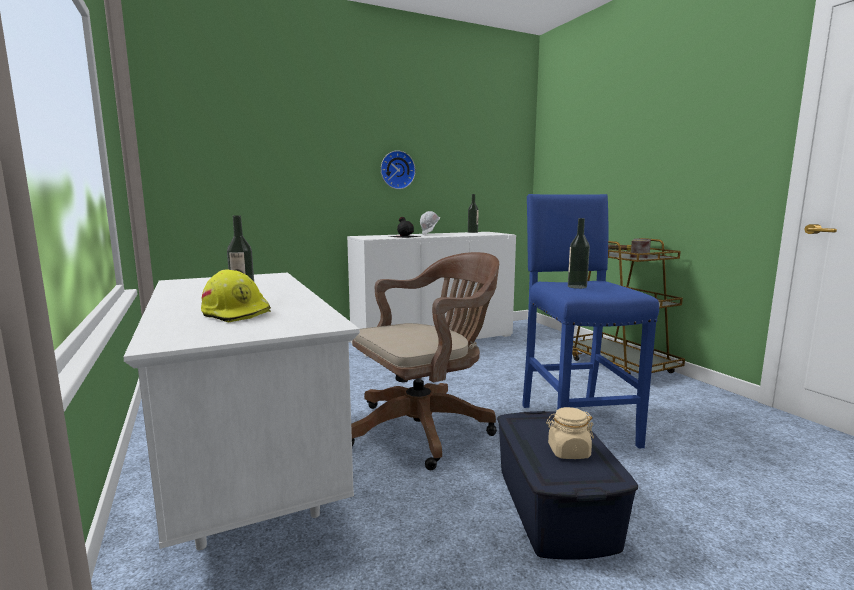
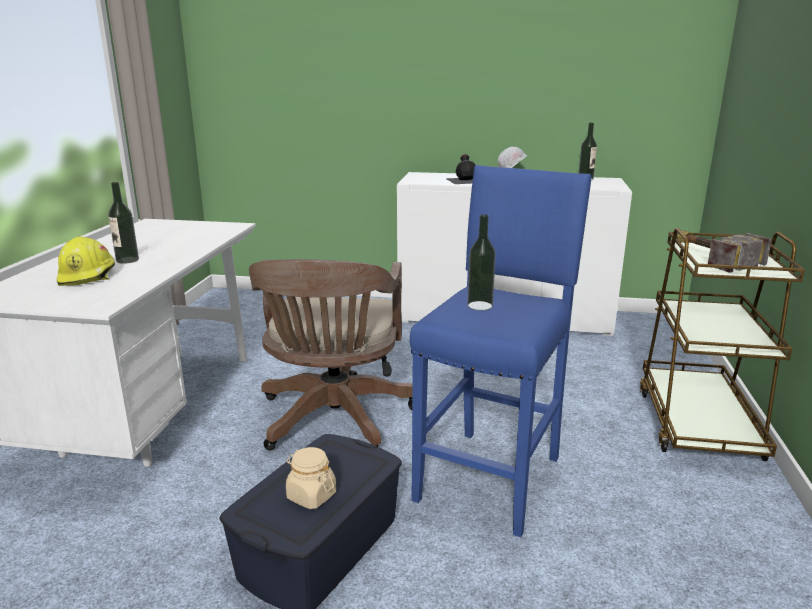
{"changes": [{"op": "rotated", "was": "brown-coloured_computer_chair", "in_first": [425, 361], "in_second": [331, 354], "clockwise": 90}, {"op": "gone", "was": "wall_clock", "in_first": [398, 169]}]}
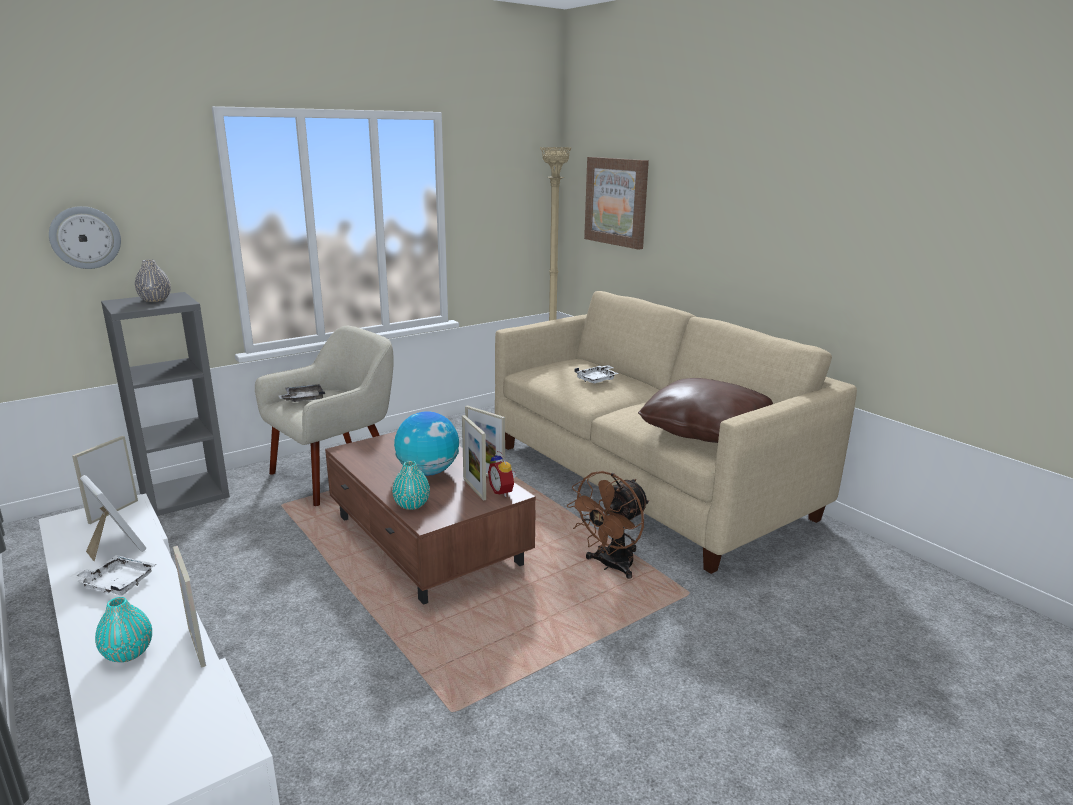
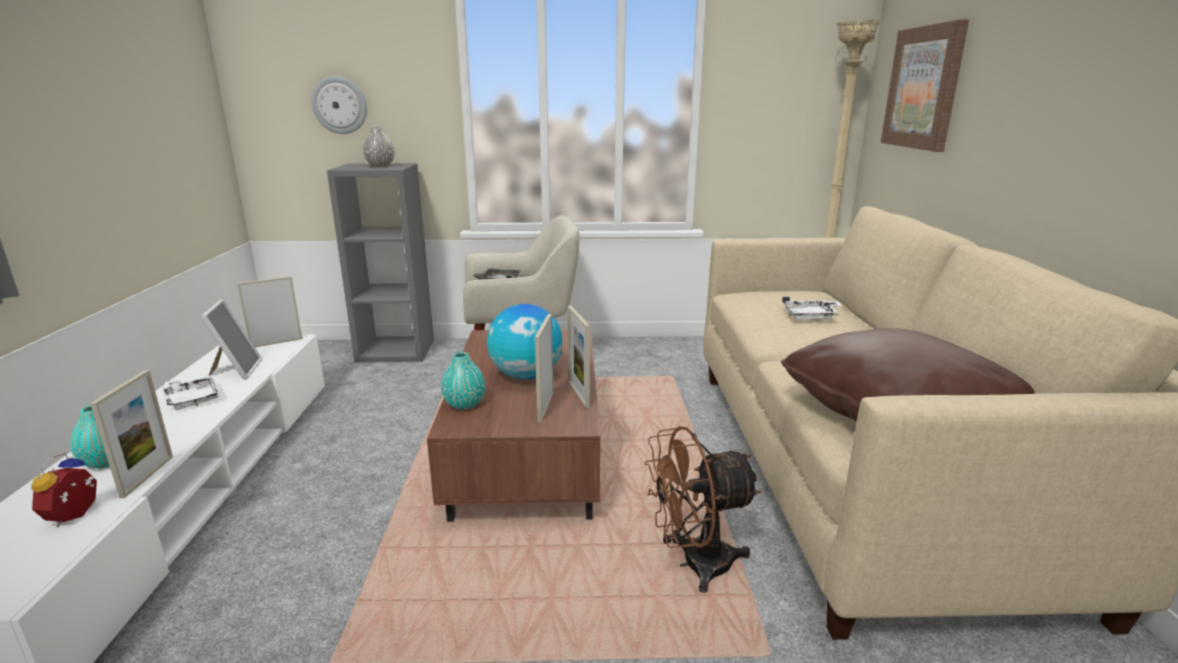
{"changes": [{"op": "shifted", "was": "bedside_clock", "in_first": [502, 474], "in_second": [64, 489]}]}
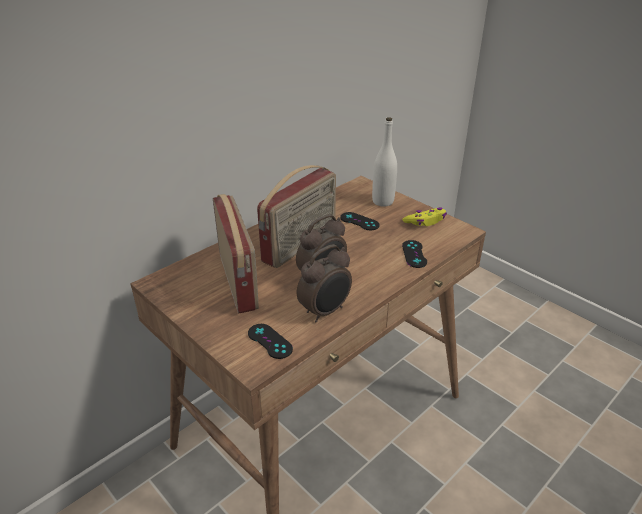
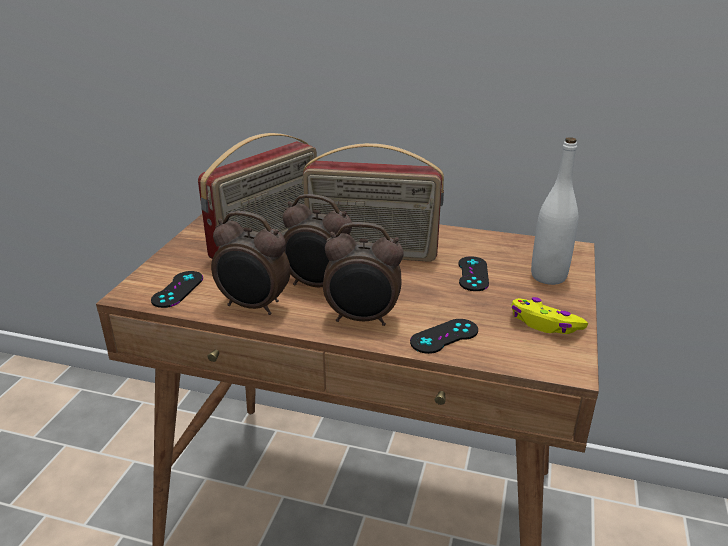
{"changes": [{"op": "new", "now": "bedside_clock", "in_second": [363, 274]}]}
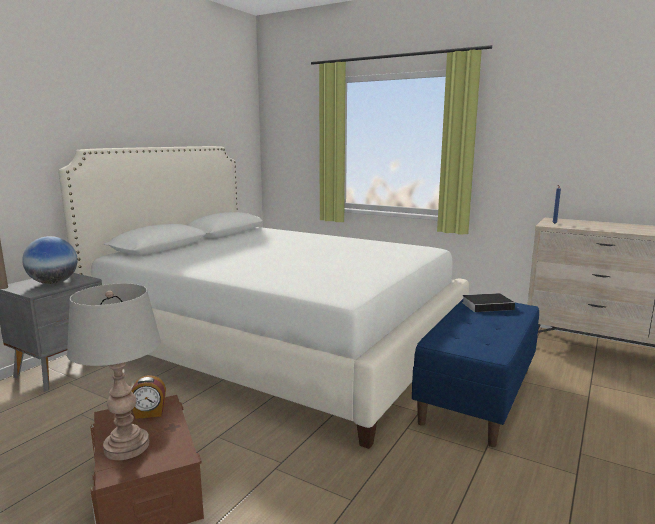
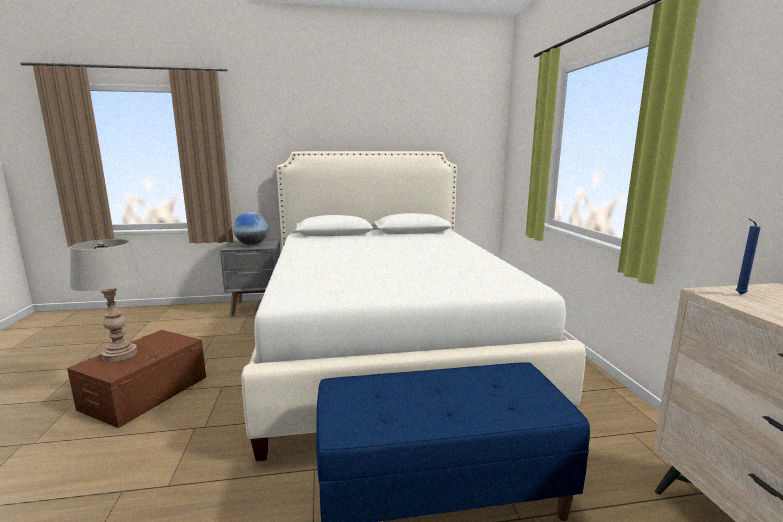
{"changes": [{"op": "gone", "was": "bedside_clock", "in_first": [148, 397]}, {"op": "gone", "was": "bound_book", "in_first": [488, 302]}]}
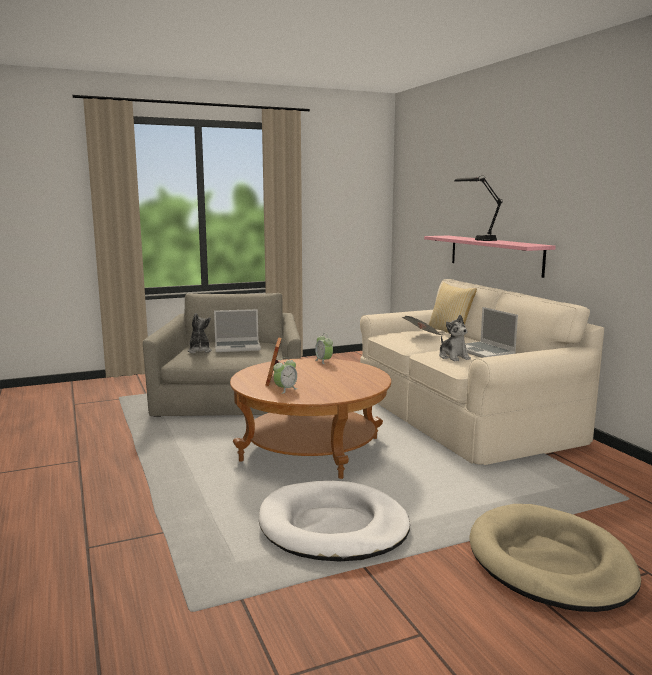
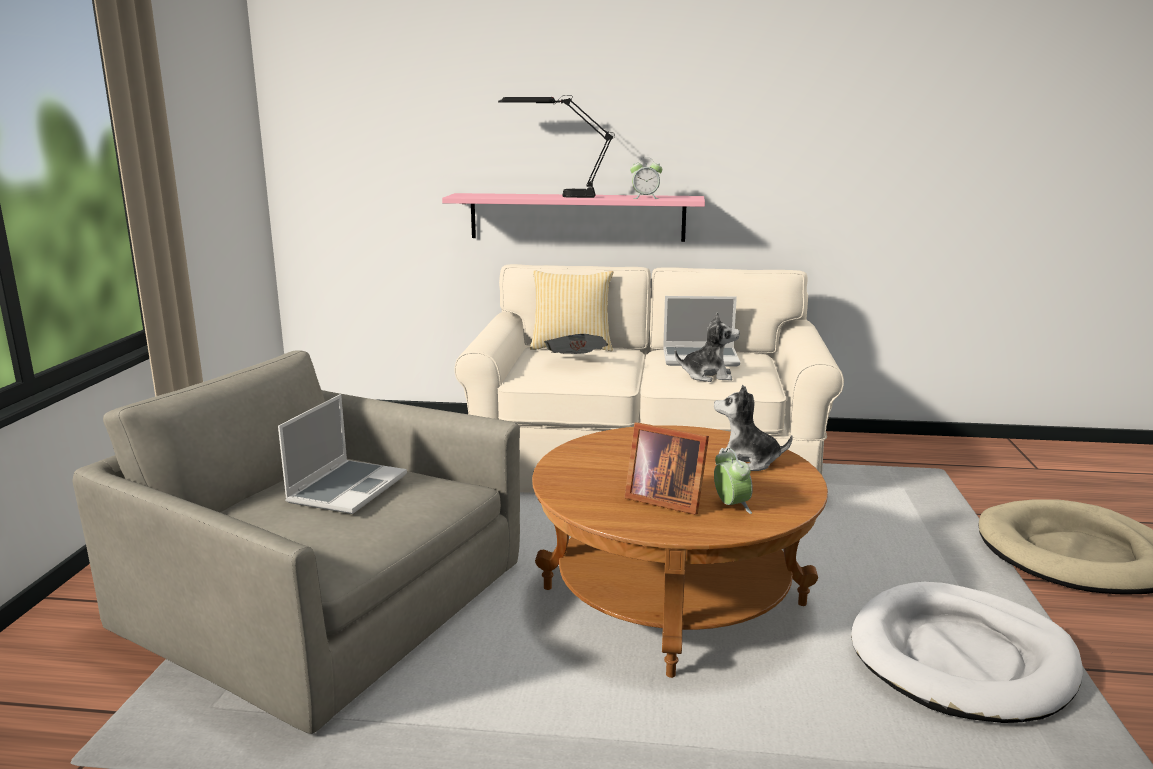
{"changes": [{"op": "shifted", "was": "bedside_clock", "in_first": [324, 348], "in_second": [646, 180]}, {"op": "shifted", "was": "plush_toy", "in_first": [200, 333], "in_second": [753, 428]}]}
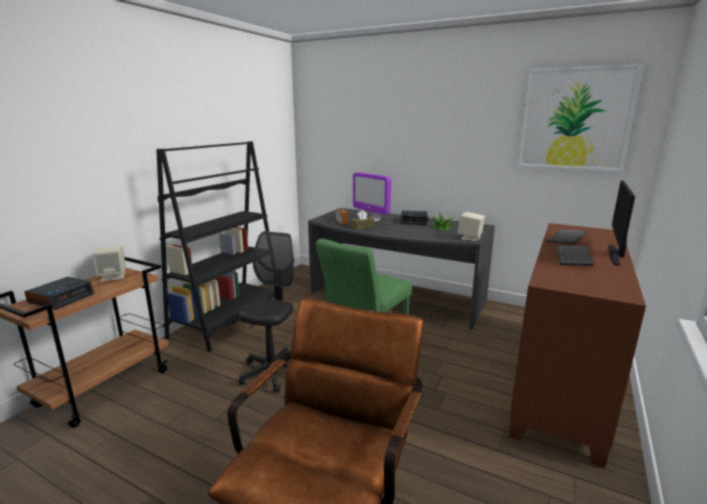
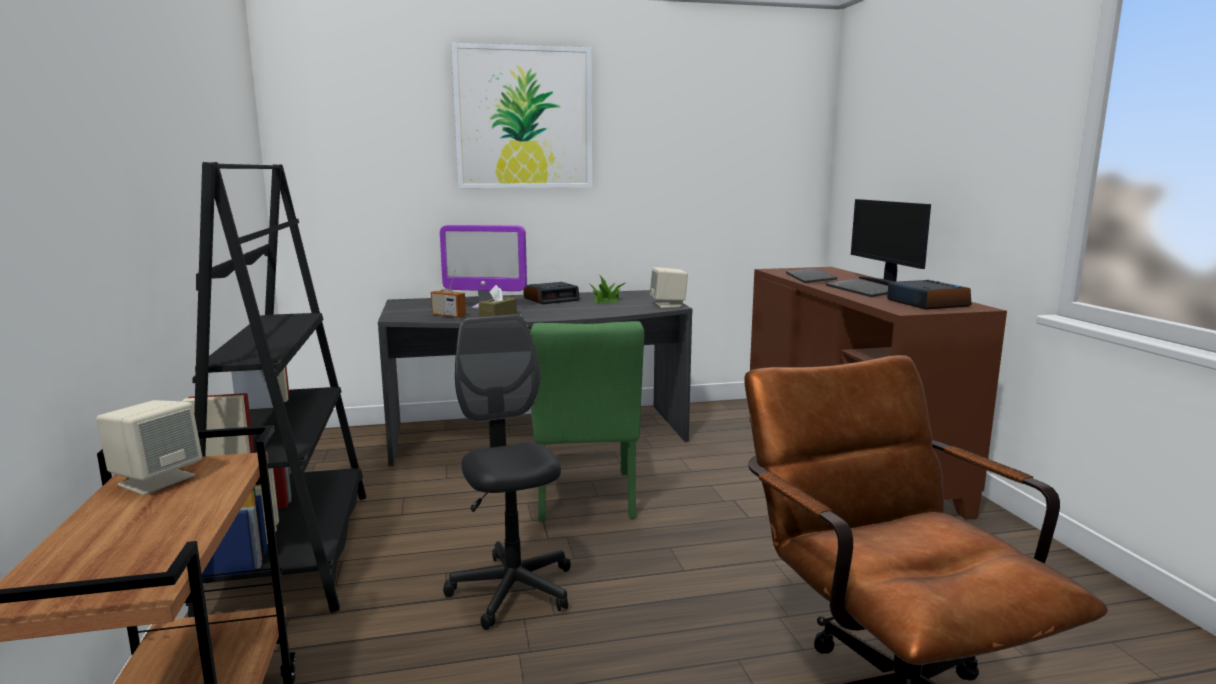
{"changes": [{"op": "shifted", "was": "picture", "in_first": [580, 118], "in_second": [521, 115]}, {"op": "shifted", "was": "bedside_clock", "in_first": [59, 293], "in_second": [929, 294]}]}
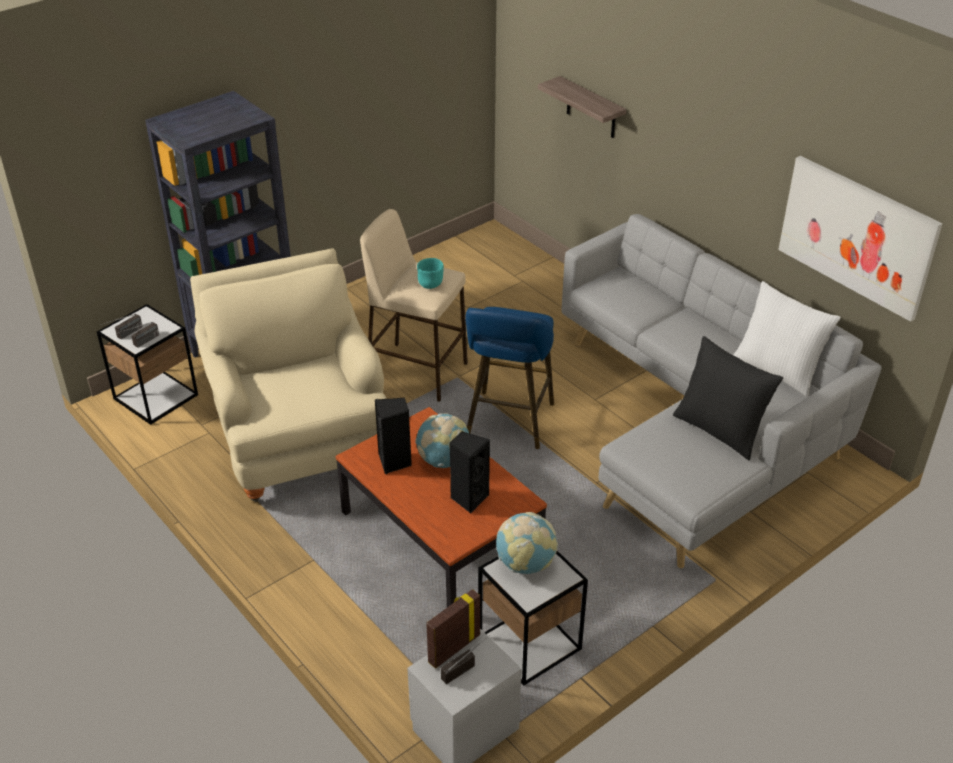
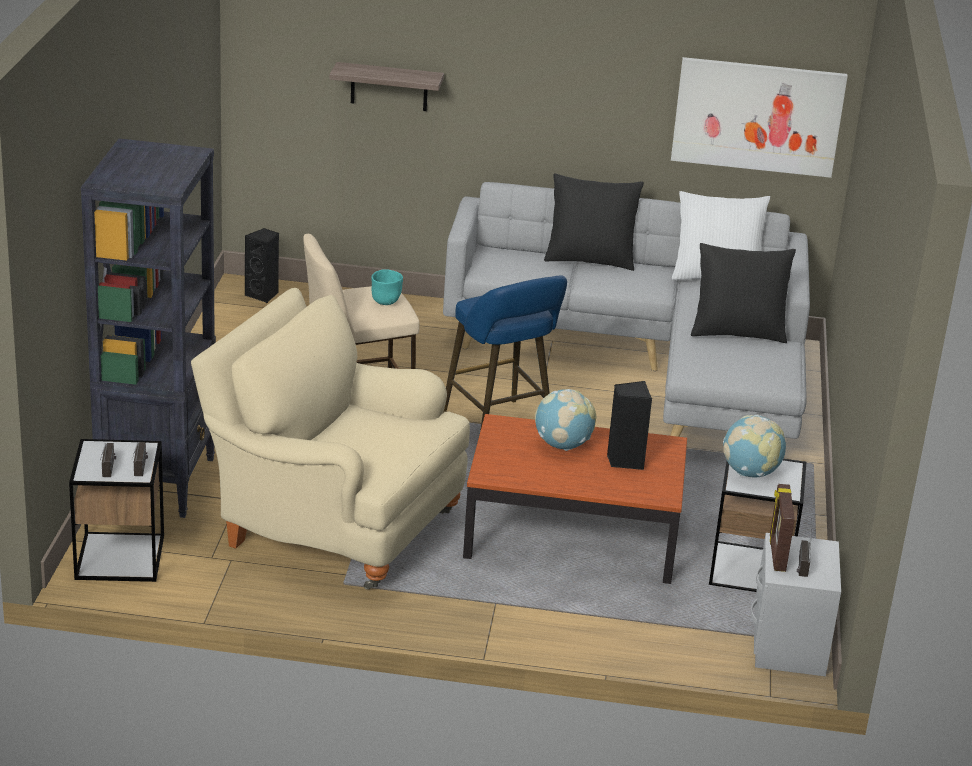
{"changes": [{"op": "shifted", "was": "blackish_speaker", "in_first": [393, 436], "in_second": [262, 265]}, {"op": "new", "now": "blackish_pillow", "in_second": [594, 222]}]}
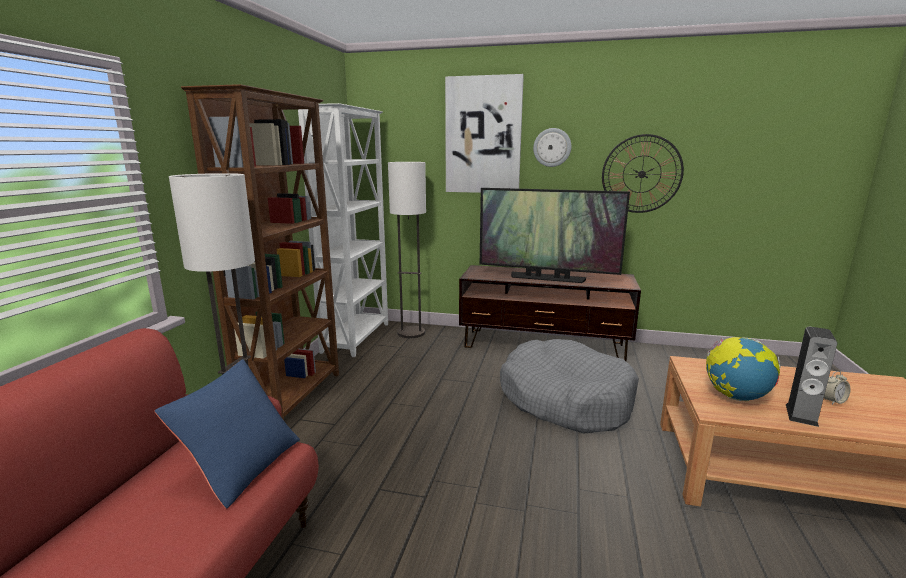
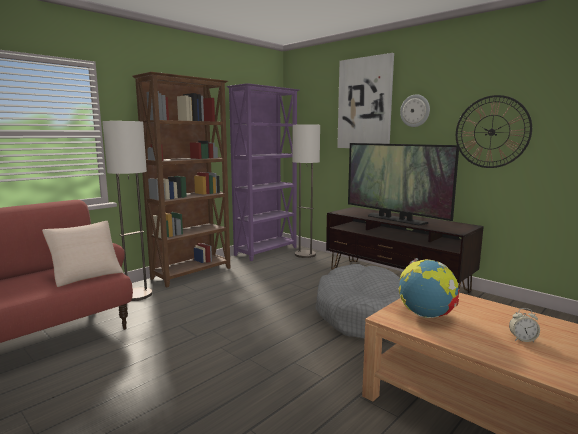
{"changes": [{"op": "repainted", "was": "blue_pillow", "now": "beige_pillow", "in_first": [227, 434], "in_second": [82, 254]}, {"op": "repainted", "was": "whitish_bookcase", "now": "purple_bookcase", "in_first": [343, 230], "in_second": [263, 172]}, {"op": "gone", "was": "speaker", "in_first": [811, 377]}]}
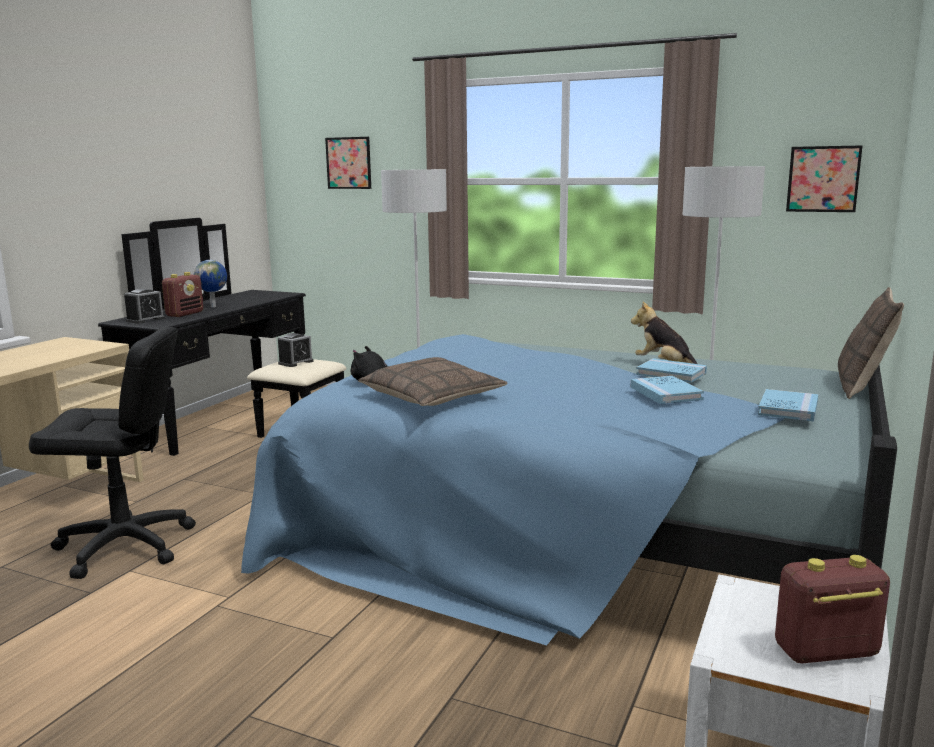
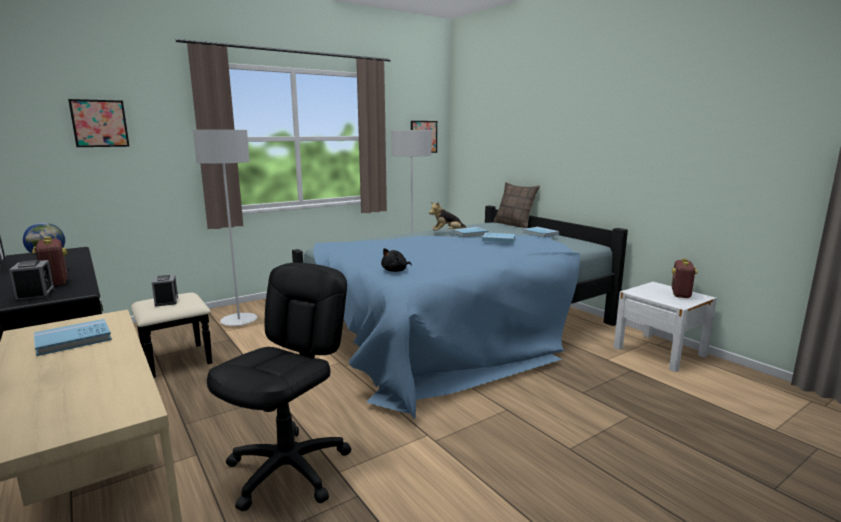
{"changes": [{"op": "new", "now": "blue_bound_book", "in_second": [73, 337]}, {"op": "gone", "was": "pillow", "in_first": [433, 381]}]}
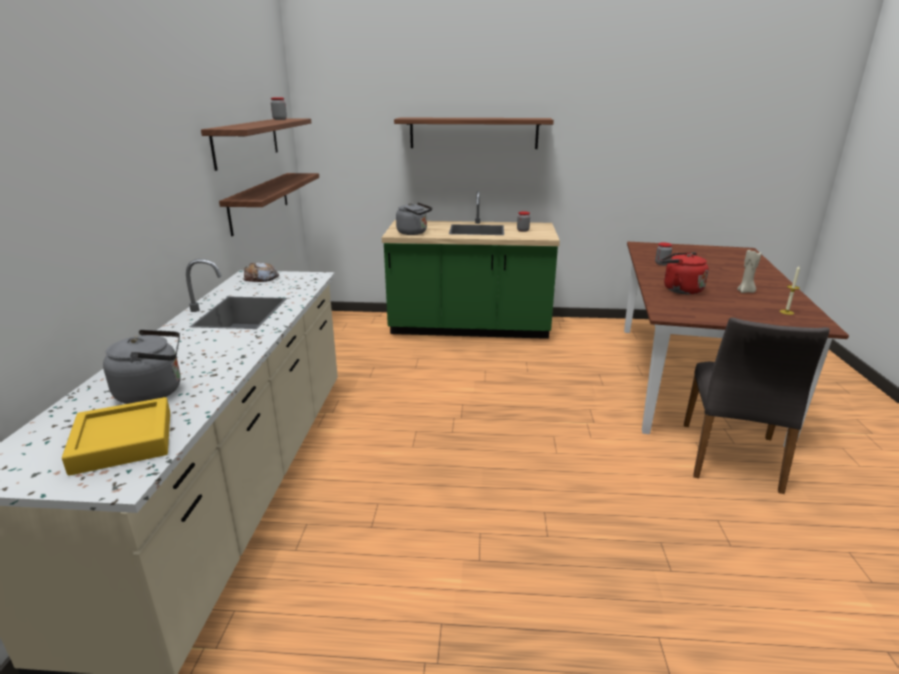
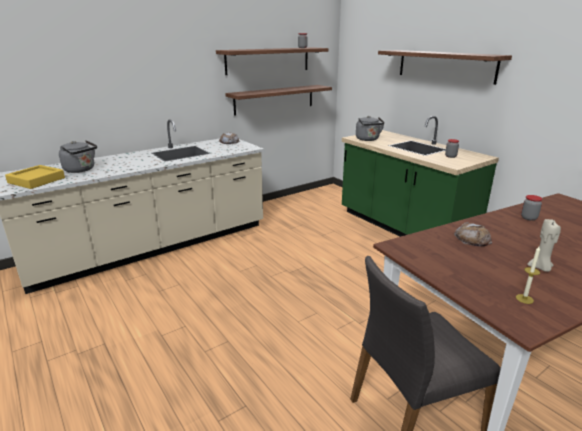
{"changes": [{"op": "swapped", "was": "reddish_kettle", "now": "baked_bread", "in_first": [684, 273], "in_second": [473, 234]}]}
